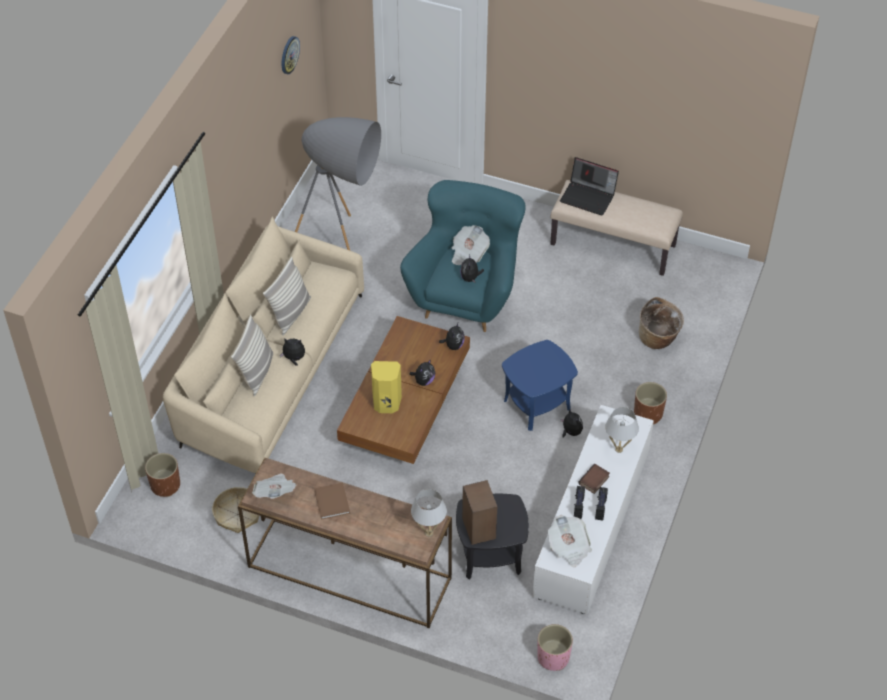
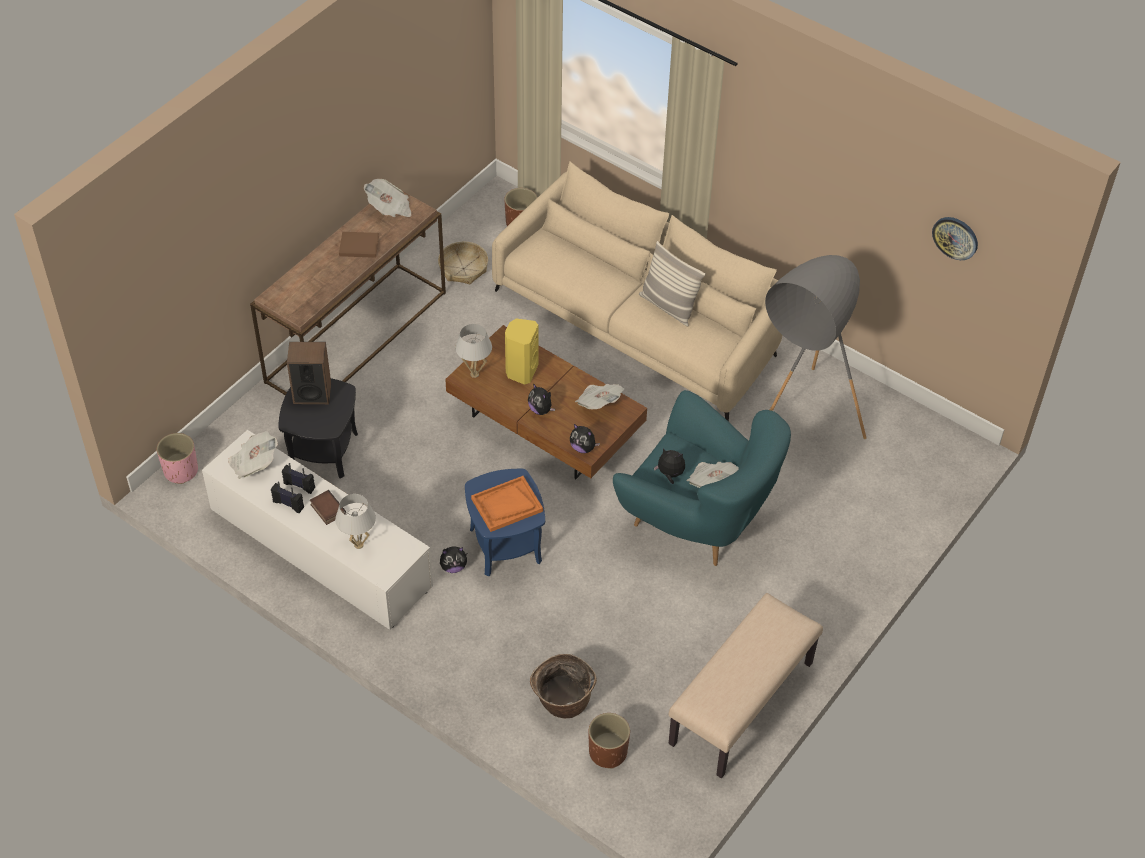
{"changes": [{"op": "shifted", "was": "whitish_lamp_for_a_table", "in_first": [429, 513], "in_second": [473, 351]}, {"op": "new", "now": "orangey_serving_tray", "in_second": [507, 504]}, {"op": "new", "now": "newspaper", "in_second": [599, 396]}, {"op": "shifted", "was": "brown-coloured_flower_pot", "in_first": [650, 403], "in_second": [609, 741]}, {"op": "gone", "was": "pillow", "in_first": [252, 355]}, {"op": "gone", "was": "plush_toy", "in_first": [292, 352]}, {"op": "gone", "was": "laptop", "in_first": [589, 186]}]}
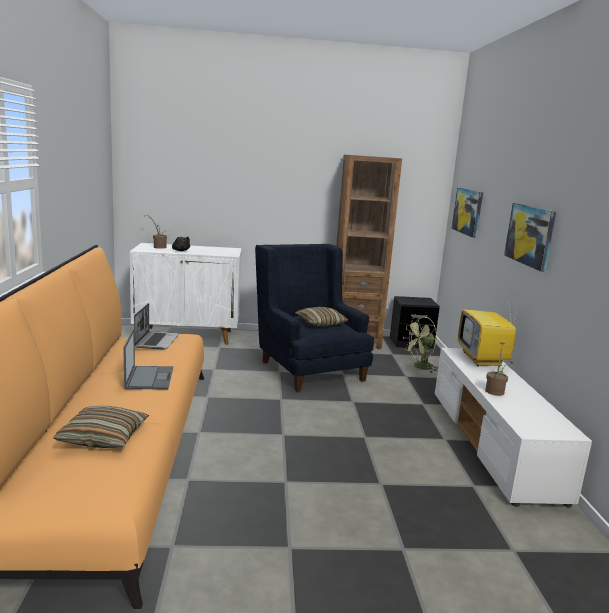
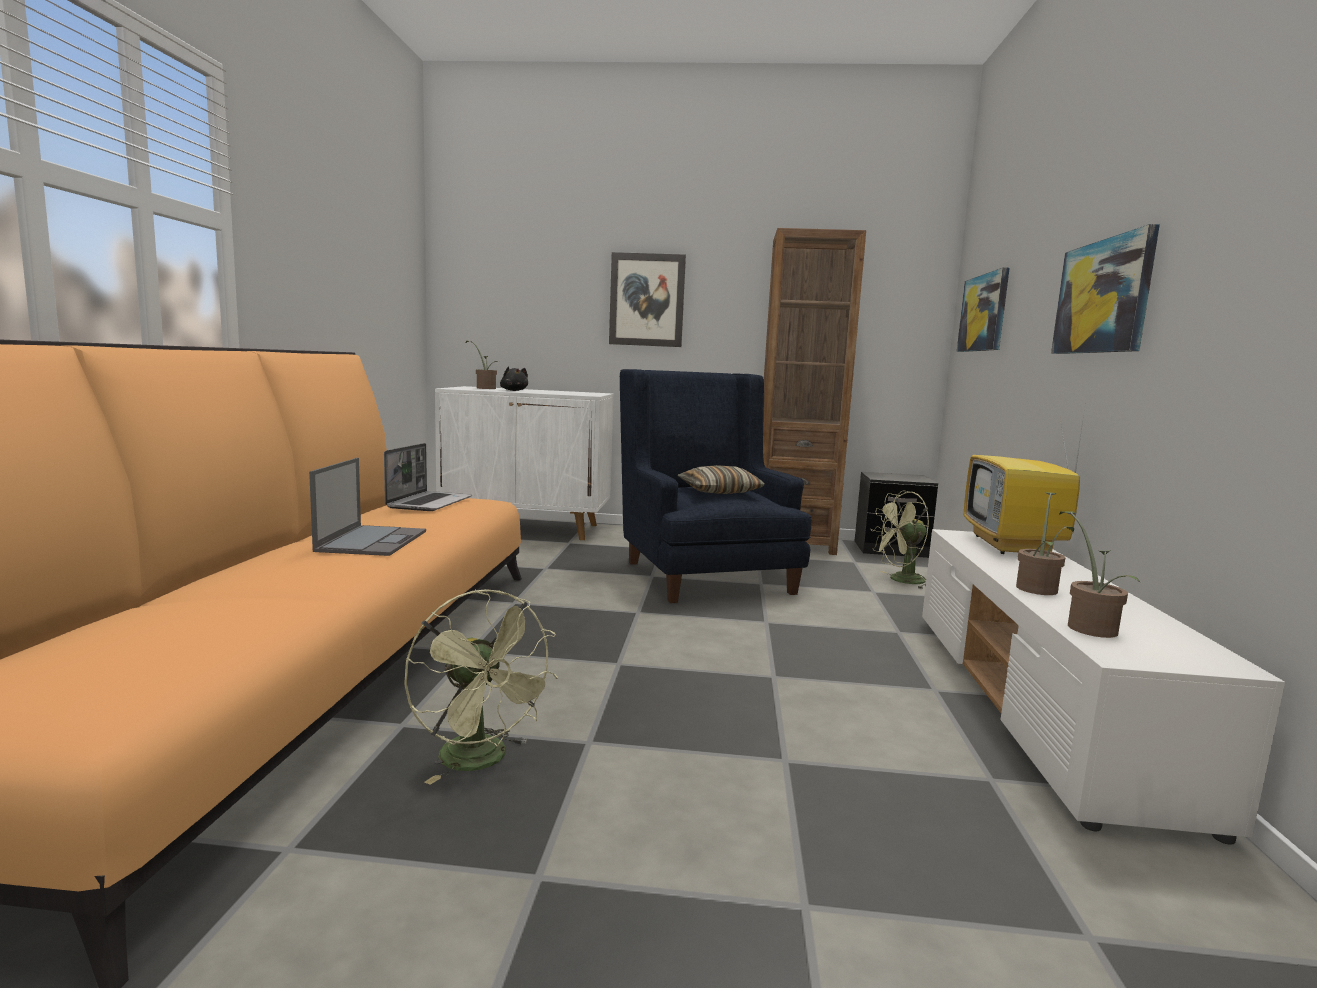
{"changes": [{"op": "new", "now": "green_cooling_fan", "in_second": [481, 687]}, {"op": "new", "now": "picture", "in_second": [647, 299]}, {"op": "new", "now": "potted_plant", "in_second": [1100, 574]}, {"op": "gone", "was": "pillow", "in_first": [101, 427]}]}
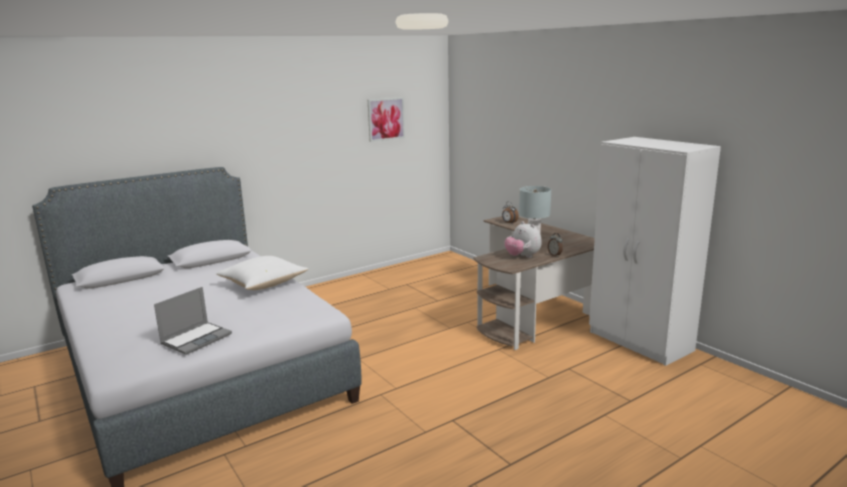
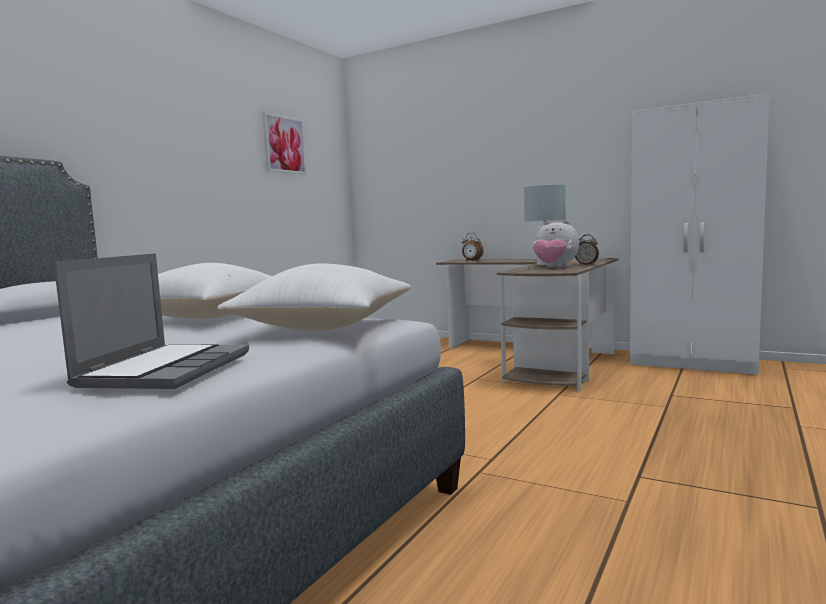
{"changes": [{"op": "new", "now": "whitish_pillow", "in_second": [314, 297]}]}
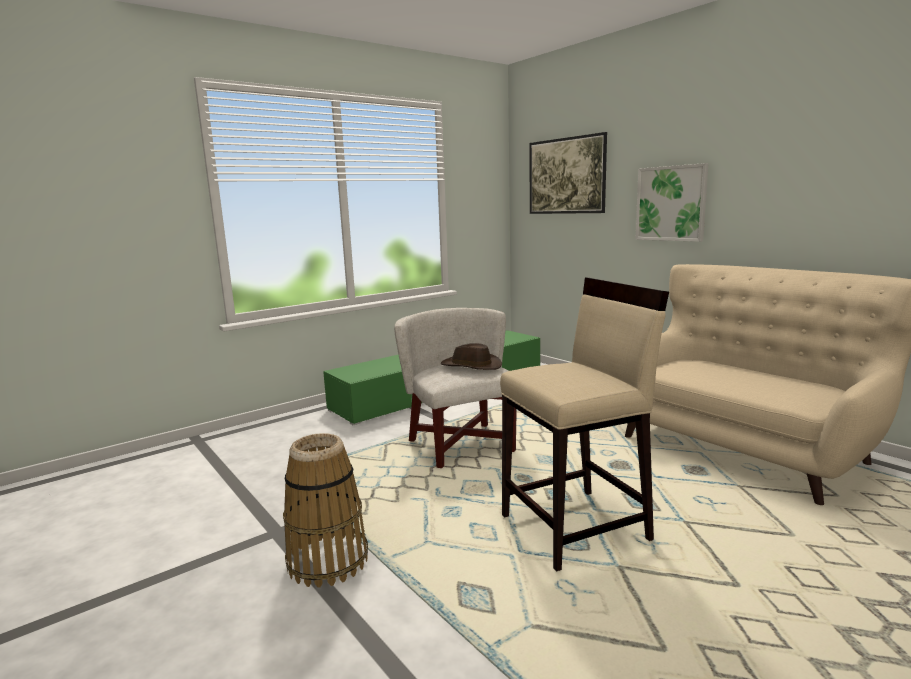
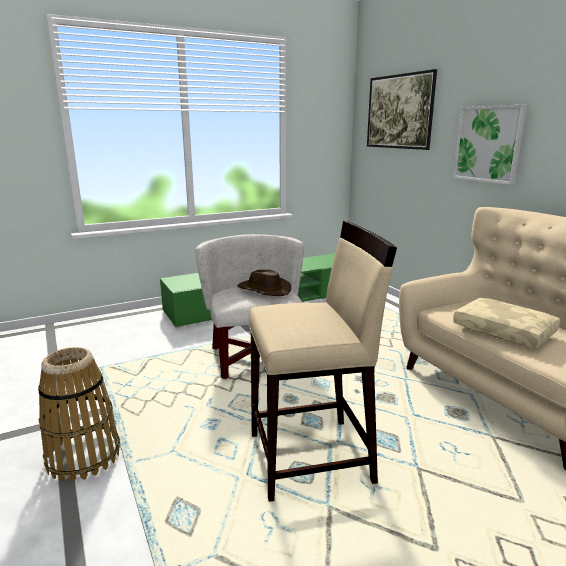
{"changes": [{"op": "new", "now": "beige_pillow", "in_second": [506, 323]}]}
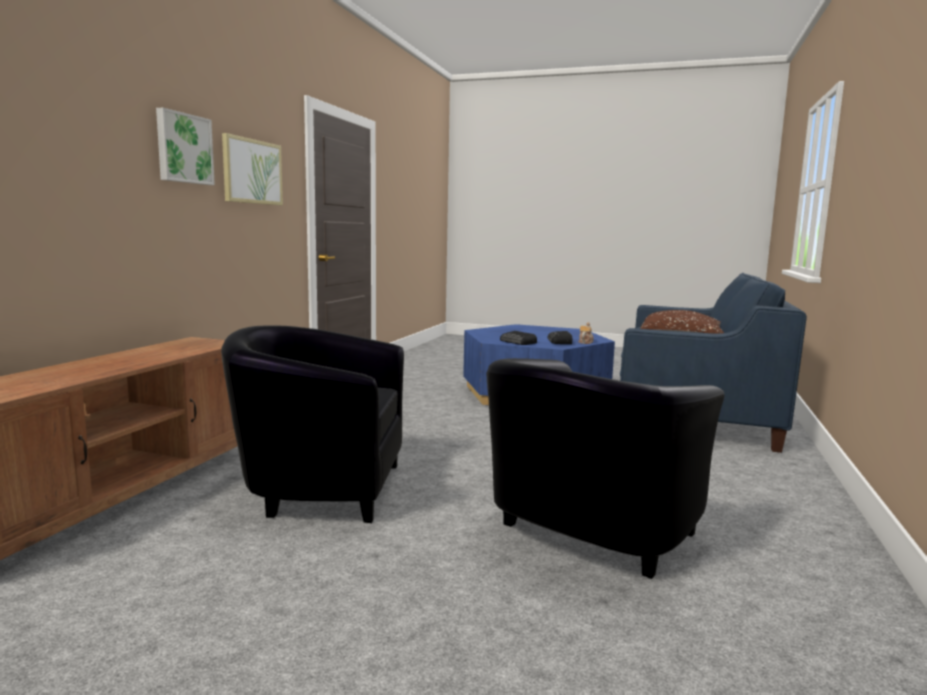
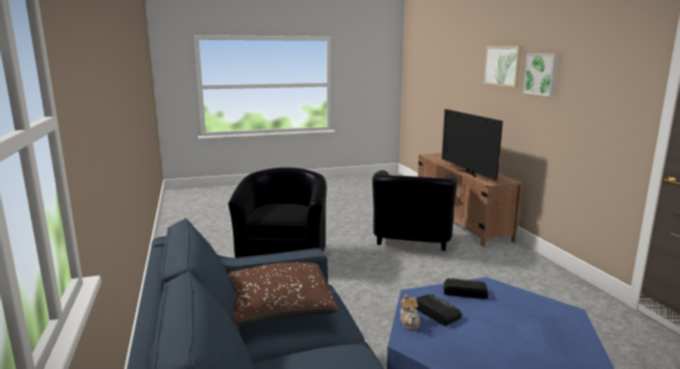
{"changes": [{"op": "rotated", "was": "blackish_lounge_chair", "in_first": [312, 424], "in_second": [415, 210], "clockwise": 135}, {"op": "new", "now": "television", "in_second": [472, 144]}, {"op": "shifted", "was": "picture", "in_first": [252, 169], "in_second": [502, 67]}]}
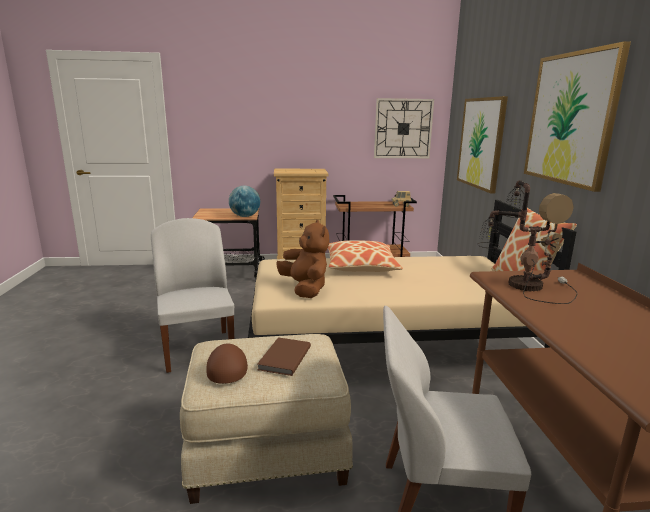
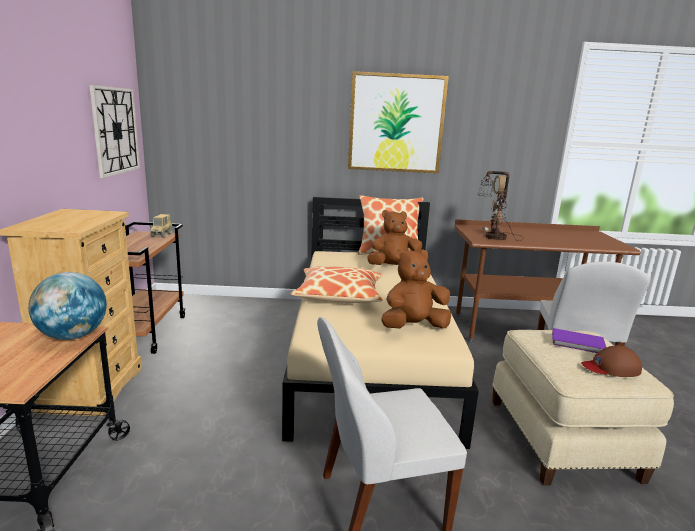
{"changes": [{"op": "new", "now": "brown-coloured_plush_toy", "in_second": [394, 237]}, {"op": "repainted", "was": "brown-coloured_bound_book", "now": "purple_bound_book", "in_first": [284, 356], "in_second": [579, 340]}, {"op": "gone", "was": "picture", "in_first": [482, 145]}]}
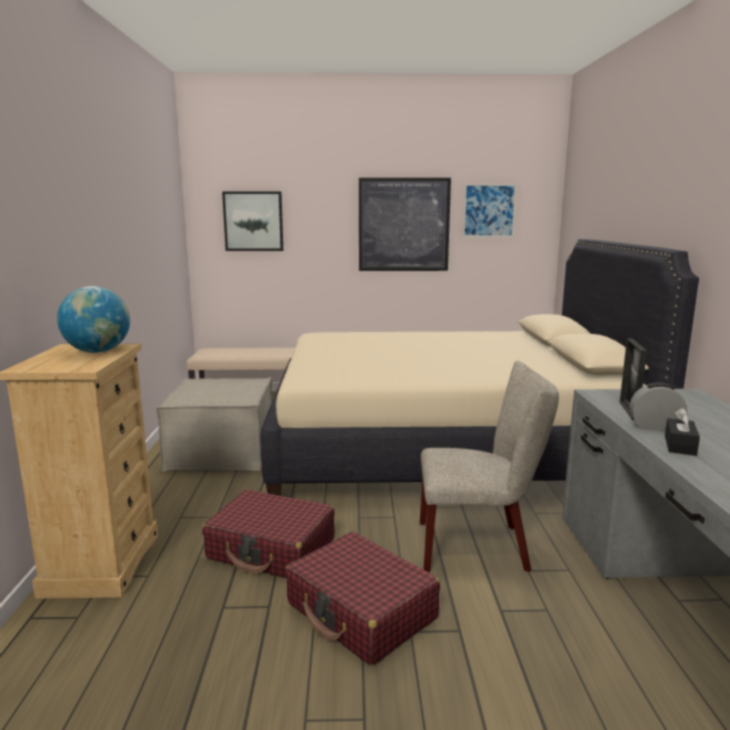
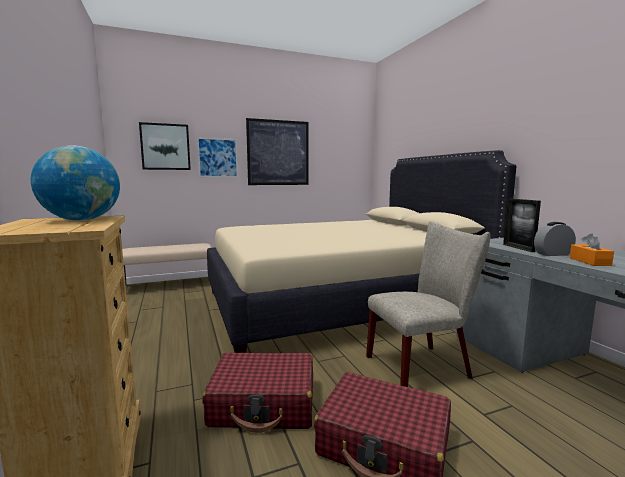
{"changes": [{"op": "shifted", "was": "picture", "in_first": [490, 210], "in_second": [217, 157]}, {"op": "repainted", "was": "blackish_tissue_box", "now": "orangey_tissue_box", "in_first": [682, 432], "in_second": [592, 250]}, {"op": "gone", "was": "beige_pouffe", "in_first": [214, 424]}]}
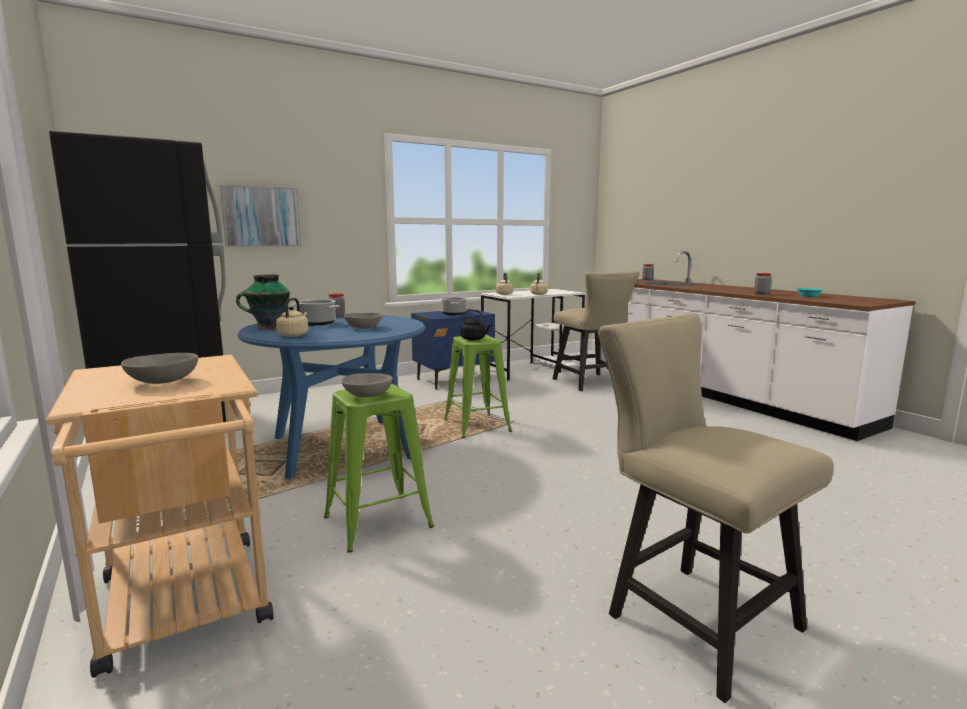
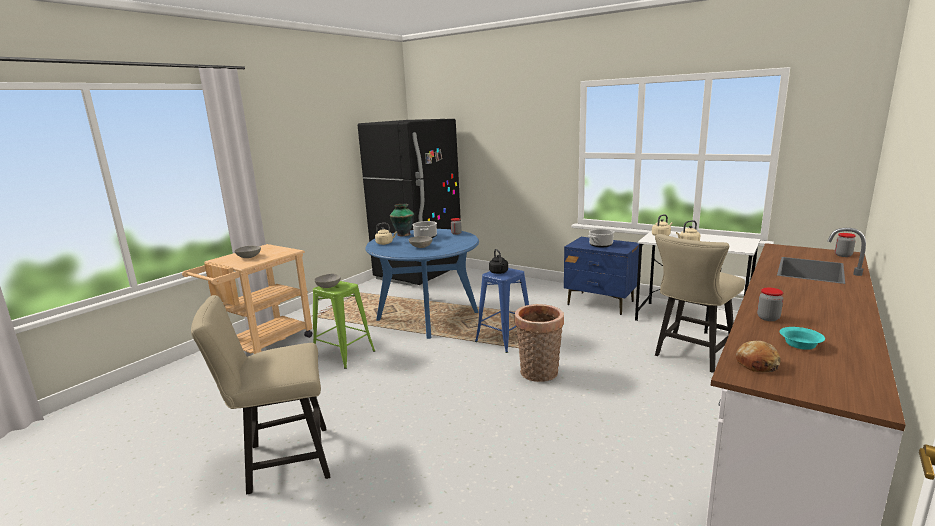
{"changes": [{"op": "rotated", "was": "beige_upright_chair", "in_first": [716, 508], "in_second": [260, 394], "clockwise": -135}, {"op": "repainted", "was": "green_stool_seat", "now": "blue_stool_seat", "in_first": [478, 387], "in_second": [502, 310]}, {"op": "new", "now": "basket", "in_second": [539, 343]}, {"op": "new", "now": "baked_bread", "in_second": [758, 356]}, {"op": "gone", "was": "picture", "in_first": [260, 216]}]}
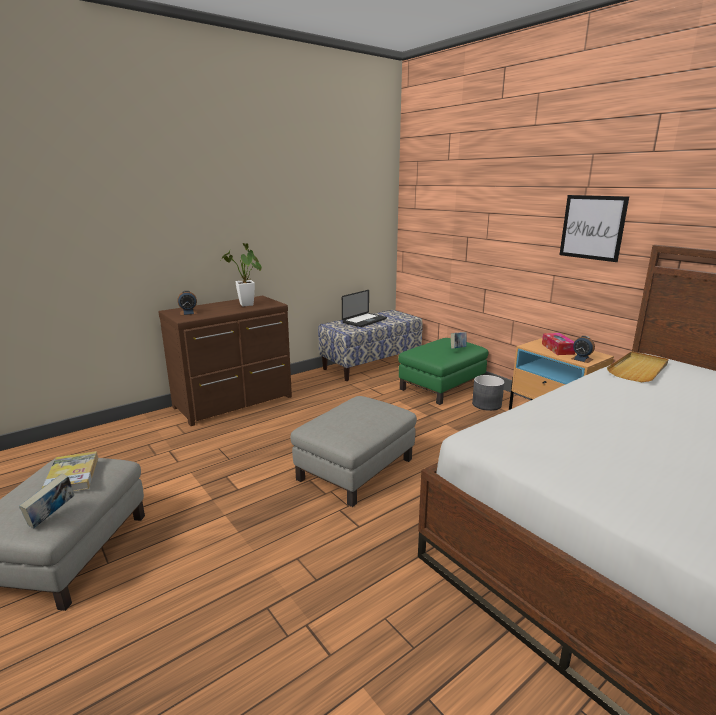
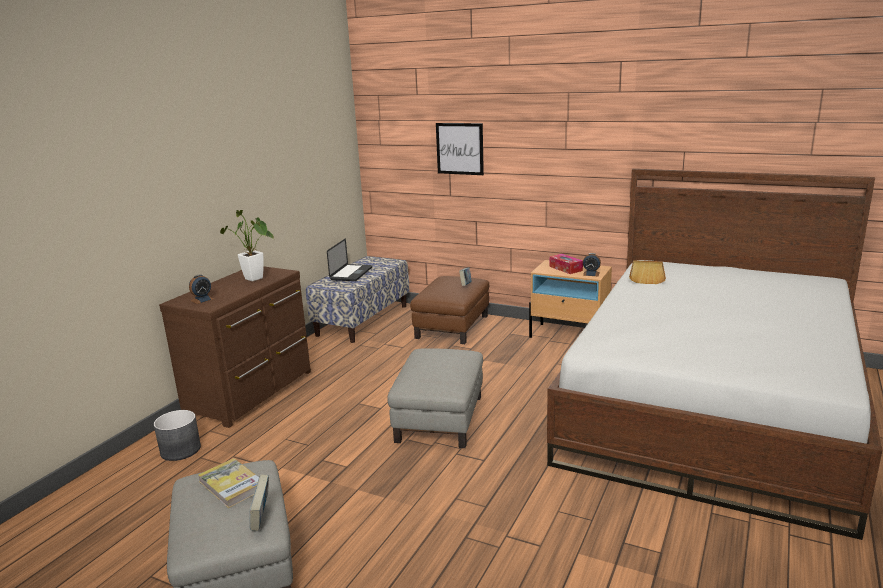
{"changes": [{"op": "shifted", "was": "gray_flower_pot", "in_first": [488, 393], "in_second": [177, 435]}, {"op": "repainted", "was": "green_pouffe", "now": "brown-coloured_pouffe", "in_first": [443, 371], "in_second": [449, 310]}, {"op": "shifted", "was": "picture", "in_first": [594, 228], "in_second": [460, 149]}]}
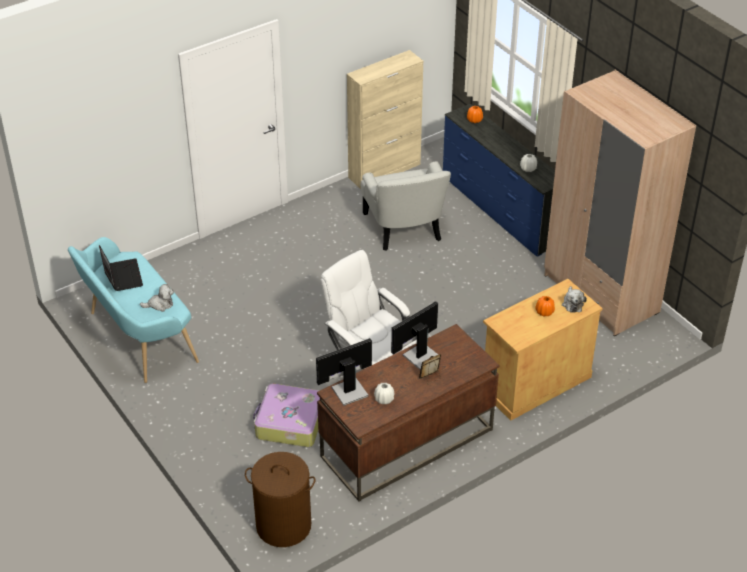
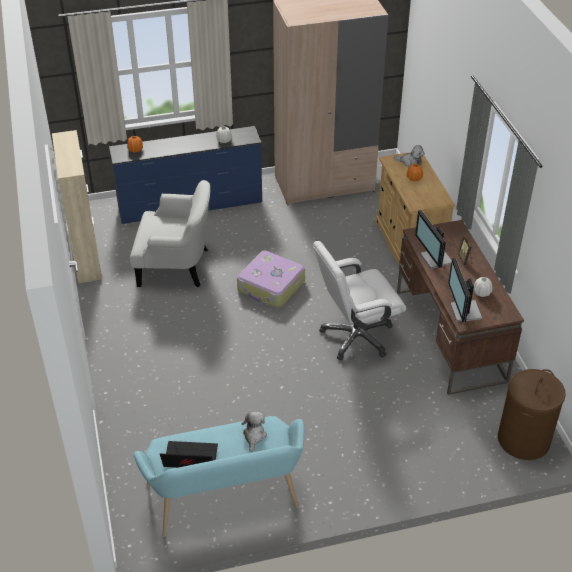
{"changes": [{"op": "shifted", "was": "travel_case", "in_first": [286, 415], "in_second": [271, 279]}]}
